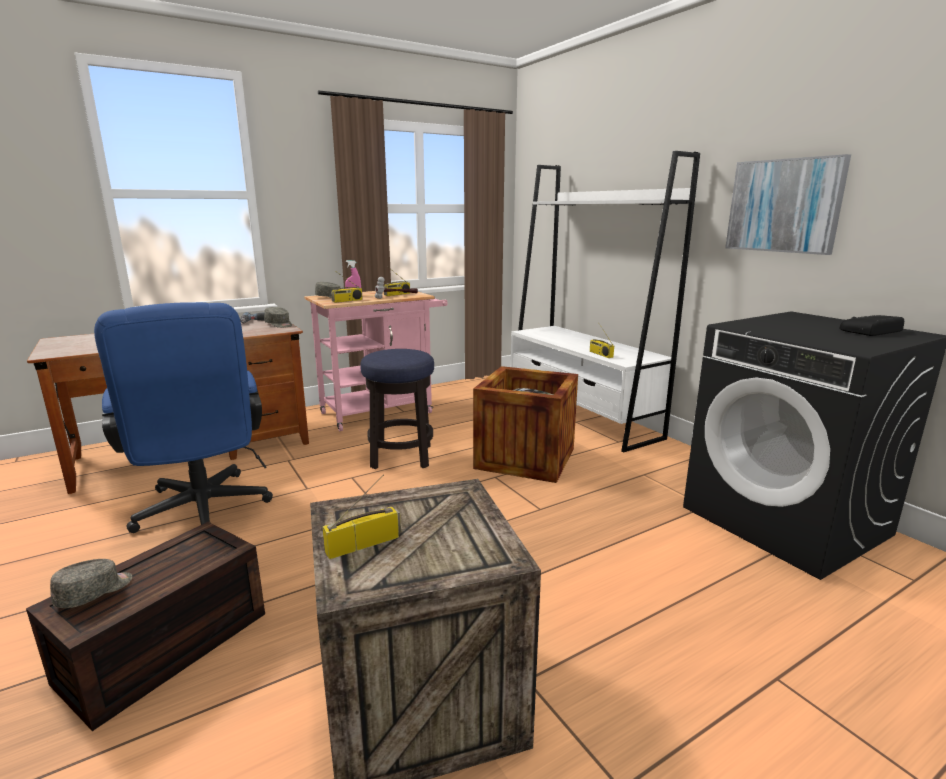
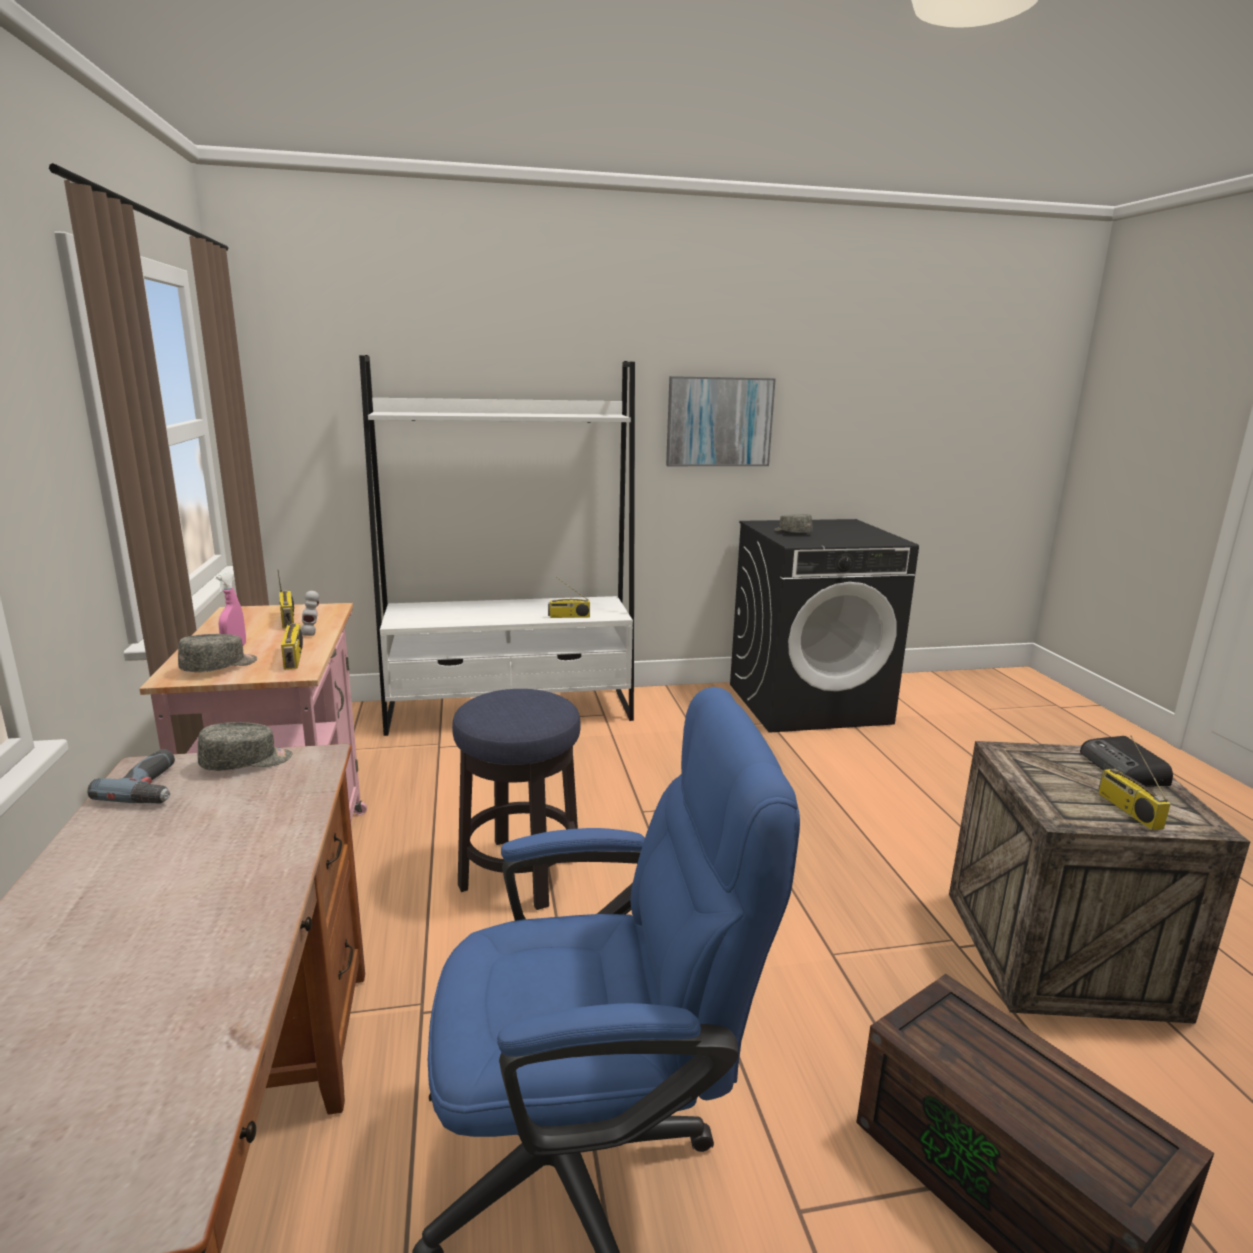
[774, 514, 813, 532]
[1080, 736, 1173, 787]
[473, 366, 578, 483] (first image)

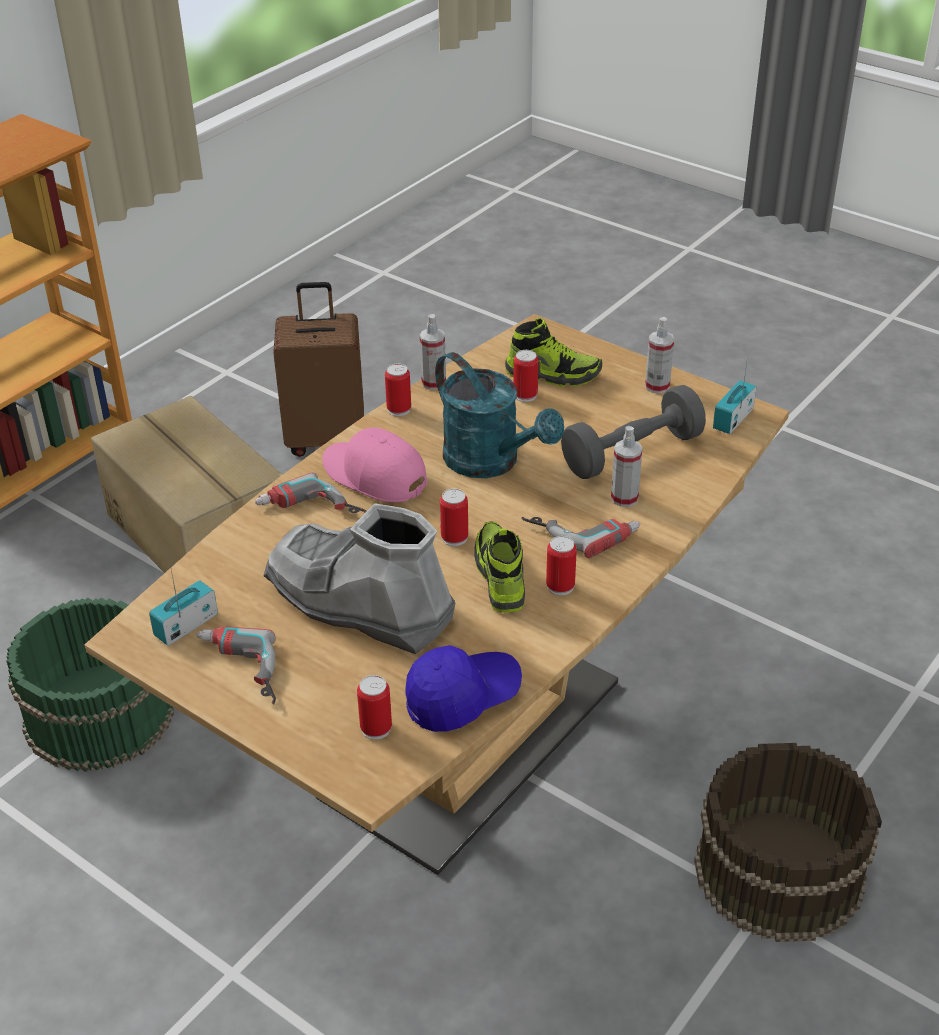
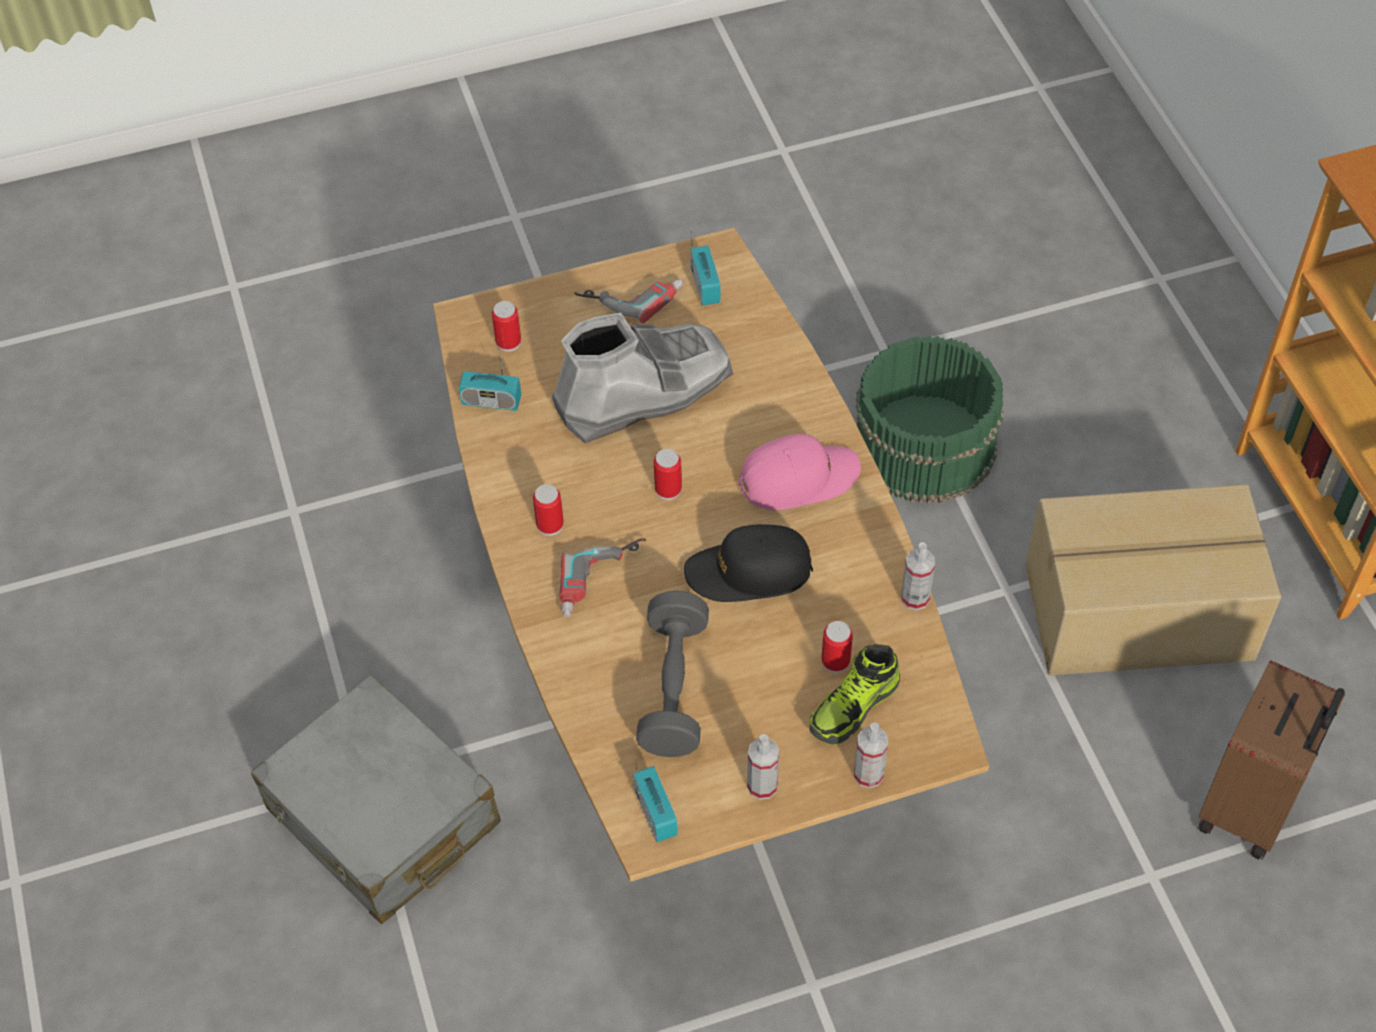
[251, 675, 501, 924]
[459, 339, 521, 411]
[684, 524, 813, 602]
[854, 722, 888, 788]
[255, 472, 367, 513] (first image)
[385, 364, 411, 416] (first image)
[474, 522, 525, 613] (first image)

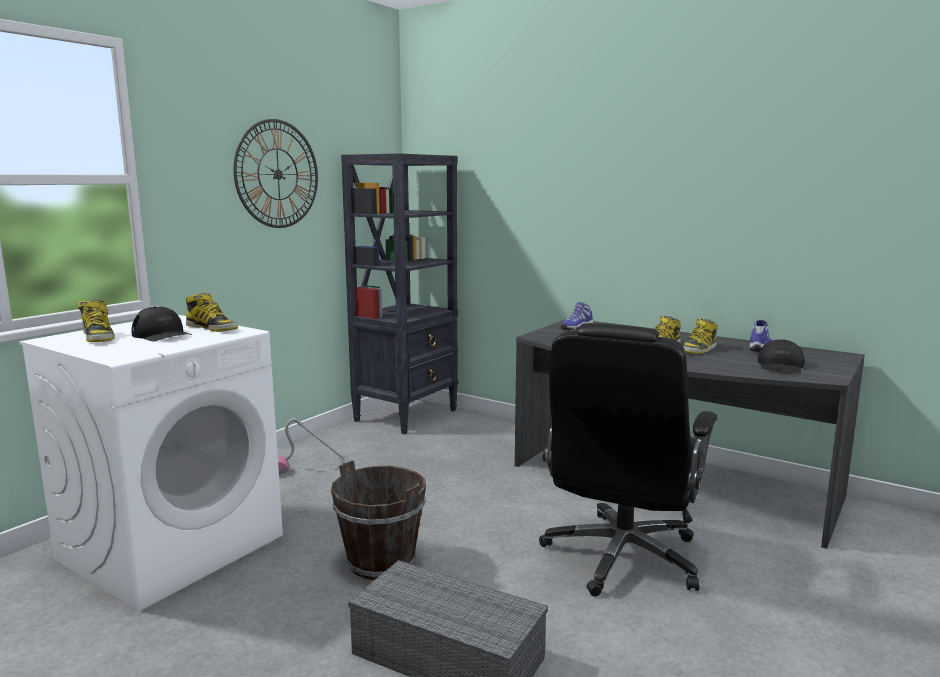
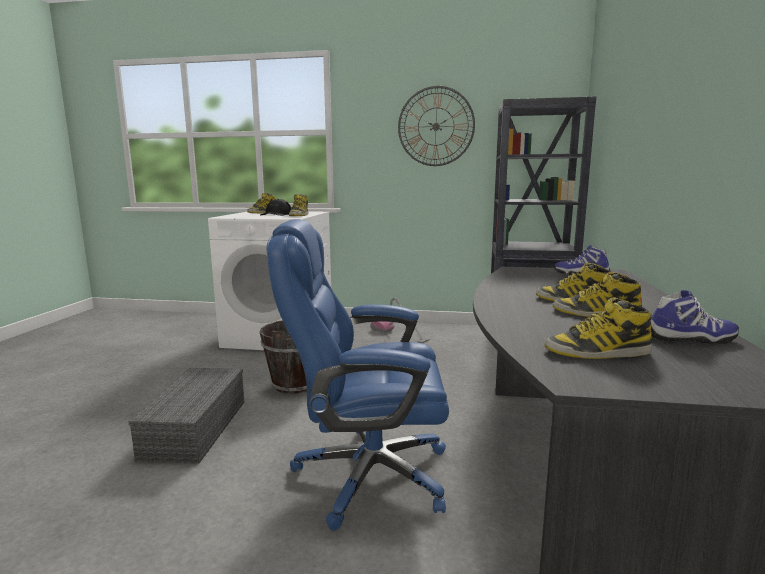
[267, 219, 449, 530]
[544, 297, 652, 359]

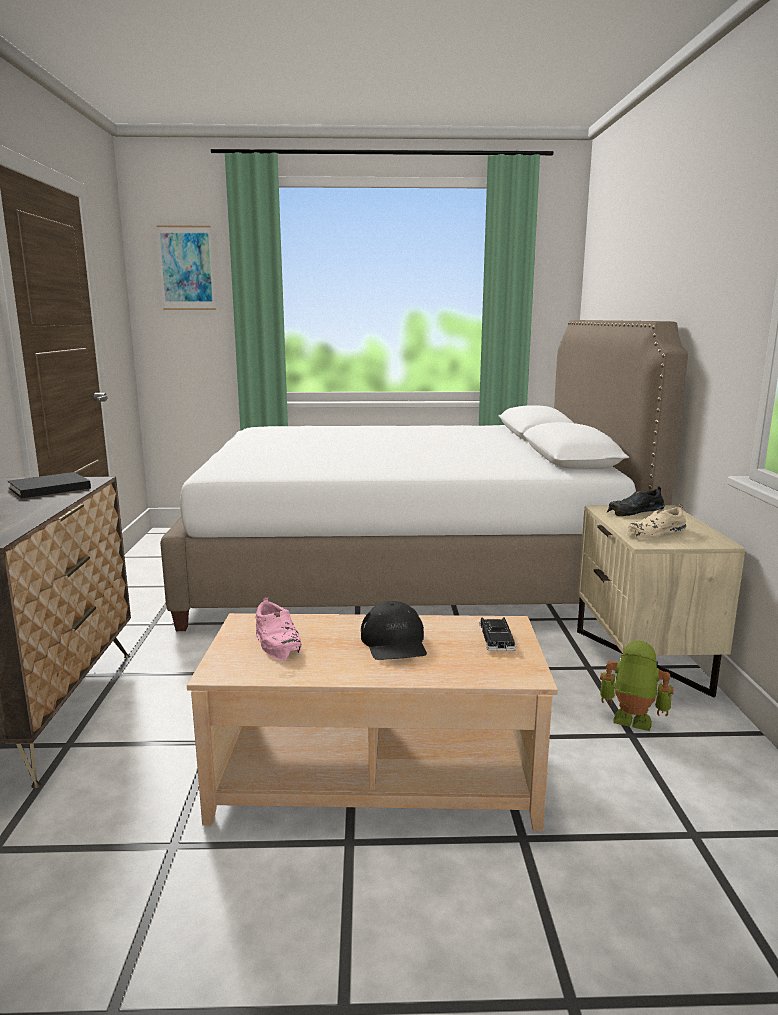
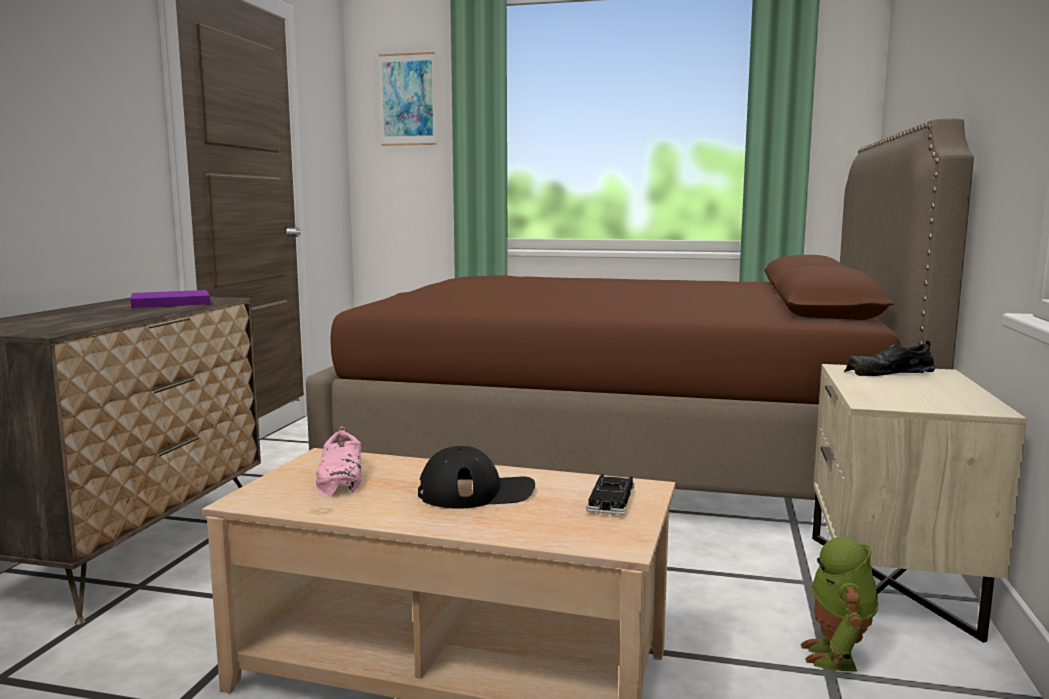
[131, 290, 210, 308]
[306, 118, 974, 500]
[418, 446, 535, 509]
[801, 537, 878, 672]
[625, 504, 686, 540] (first image)

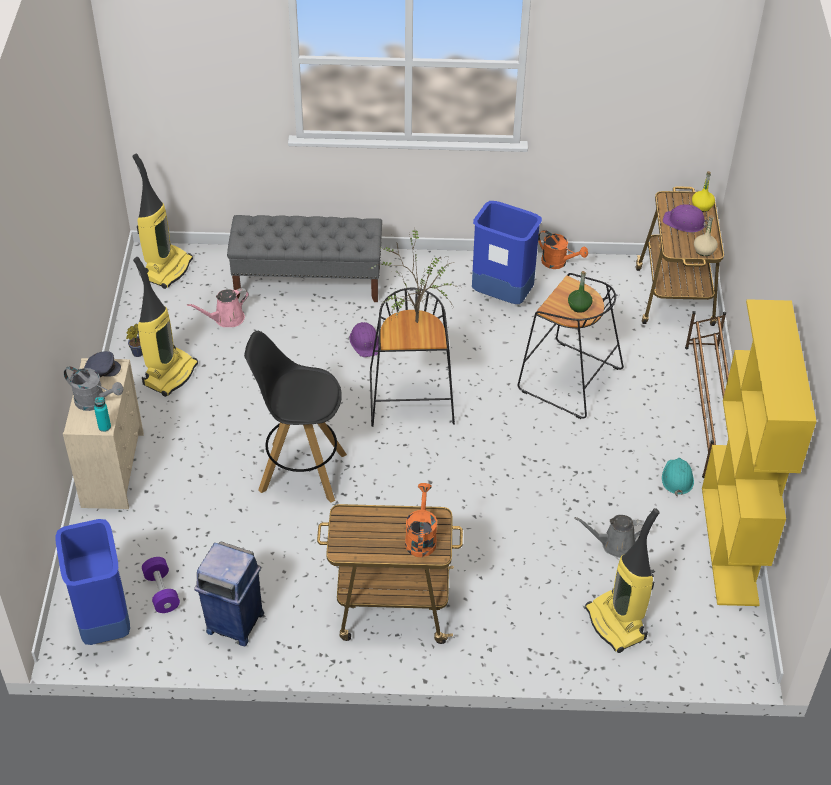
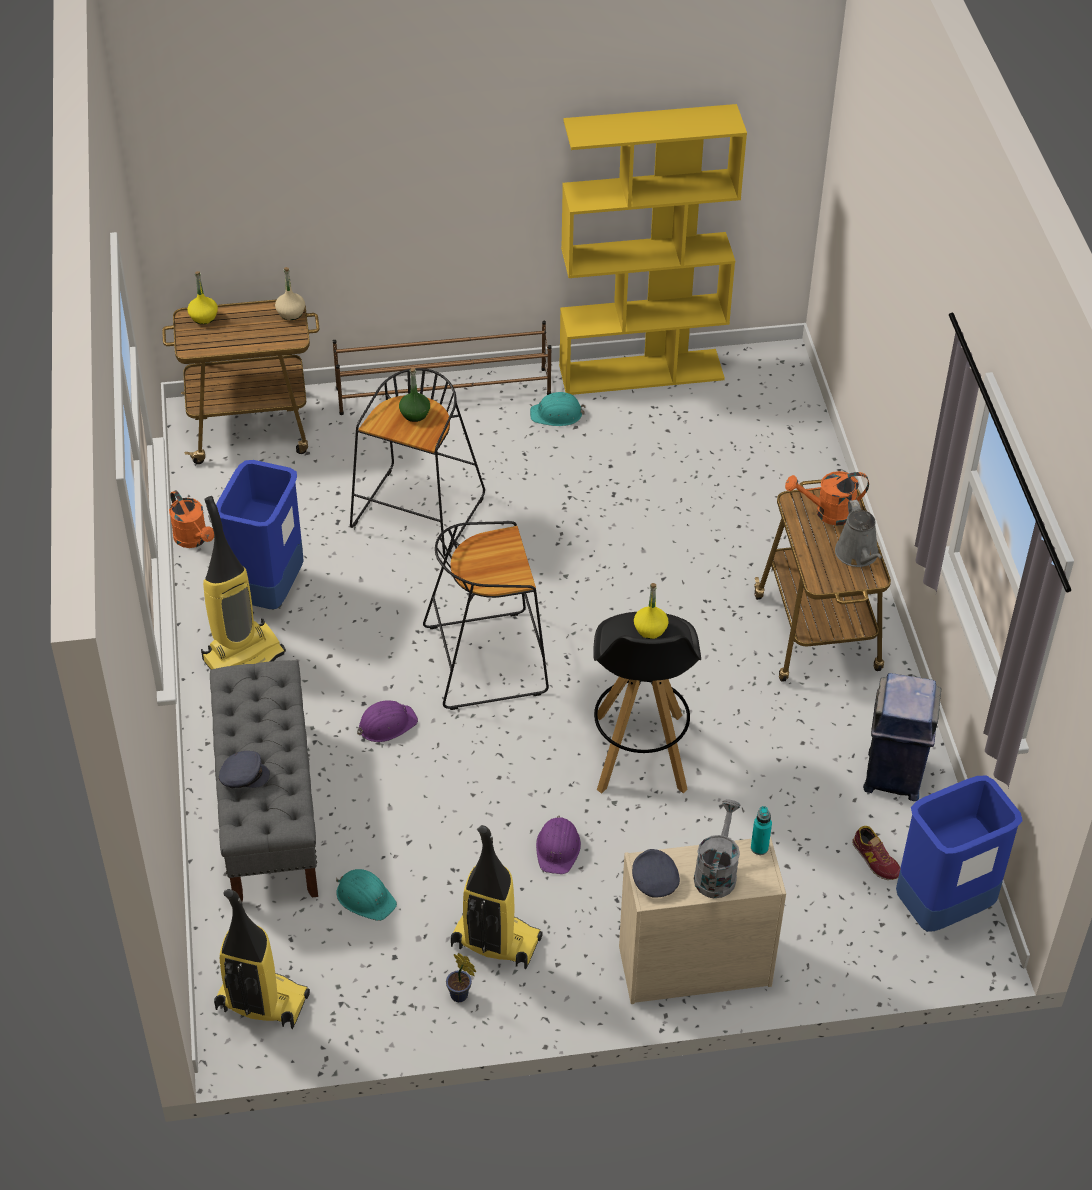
[169, 490, 214, 548]
[201, 496, 286, 670]
[219, 751, 270, 788]
[336, 869, 397, 921]
[536, 815, 581, 874]
[634, 583, 669, 639]
[835, 500, 882, 567]
[852, 826, 901, 880]
[371, 227, 456, 323] (first image)

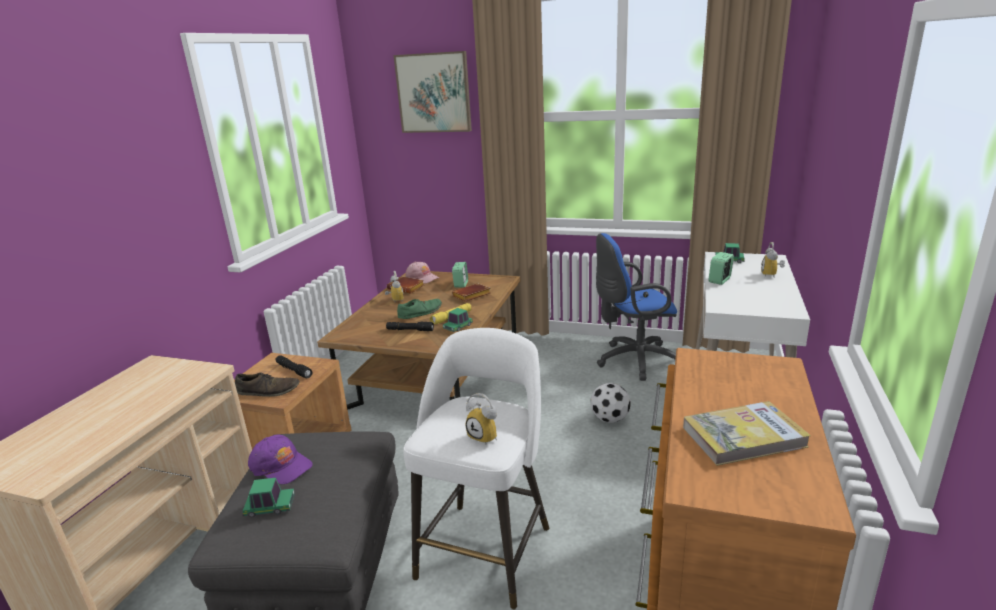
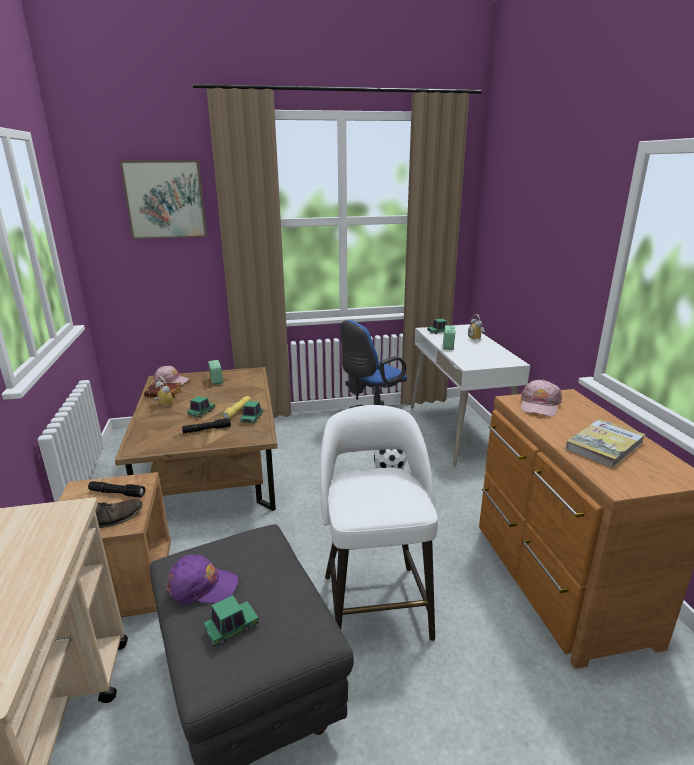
[187, 396, 215, 417]
[521, 379, 562, 417]
[452, 283, 490, 301] (first image)
[466, 393, 497, 444] (first image)

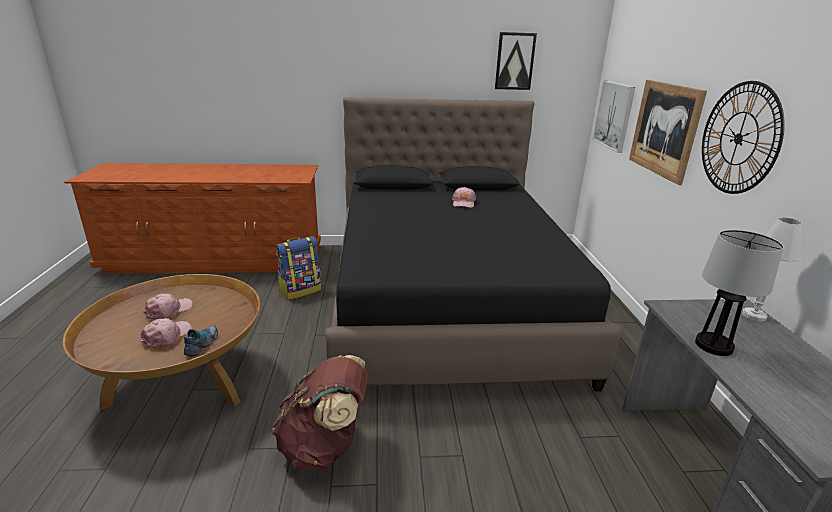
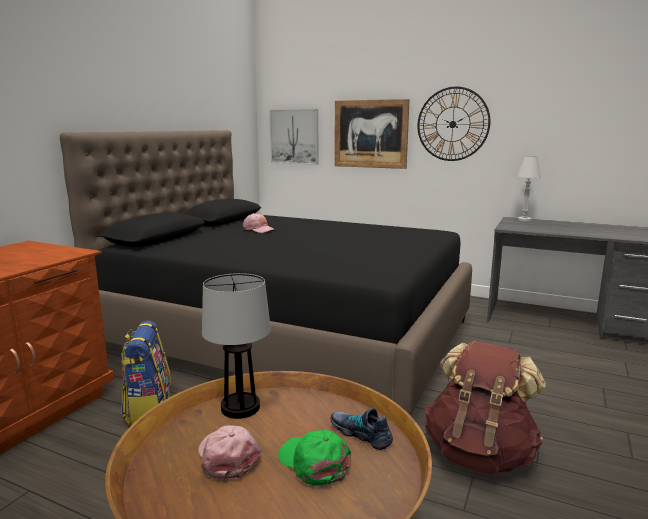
[202, 273, 271, 419]
[278, 430, 351, 487]
[495, 32, 537, 90] (first image)

